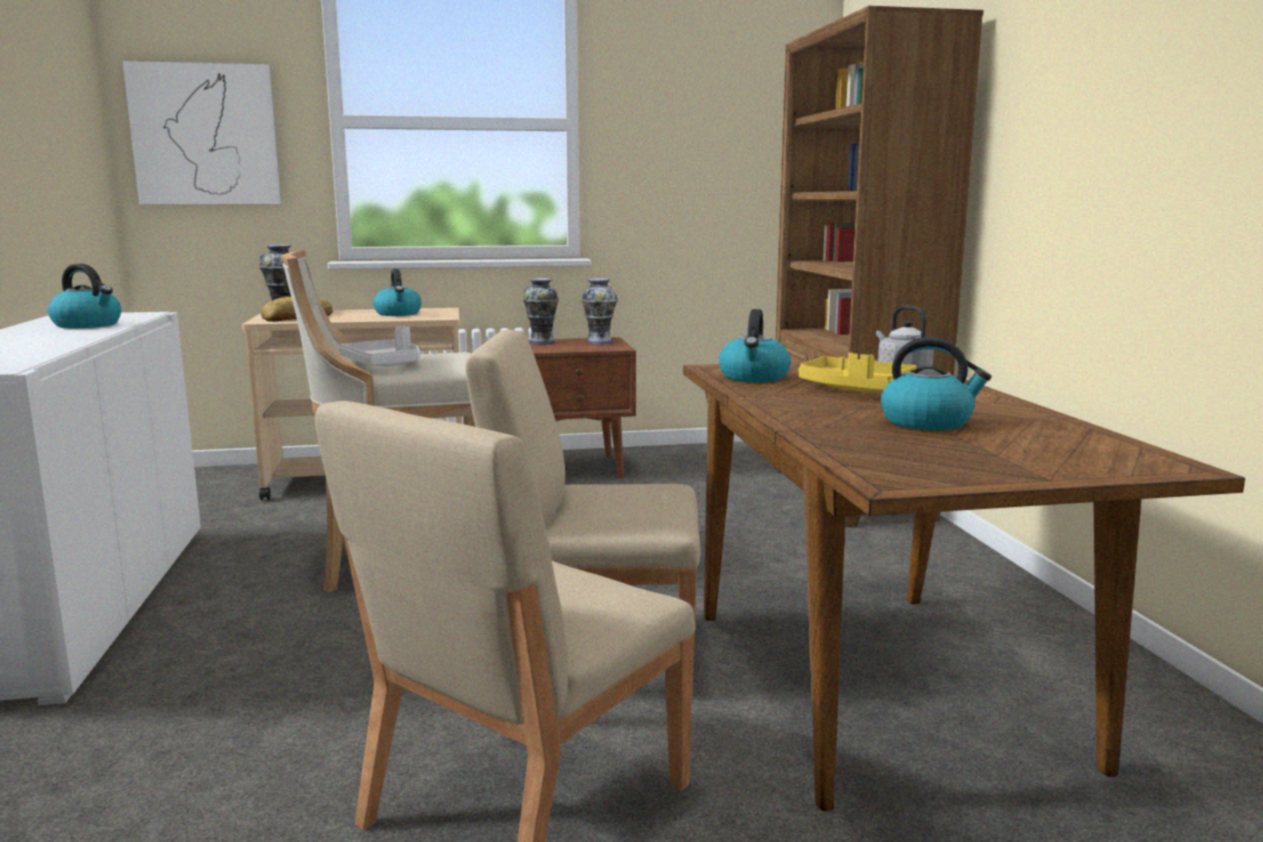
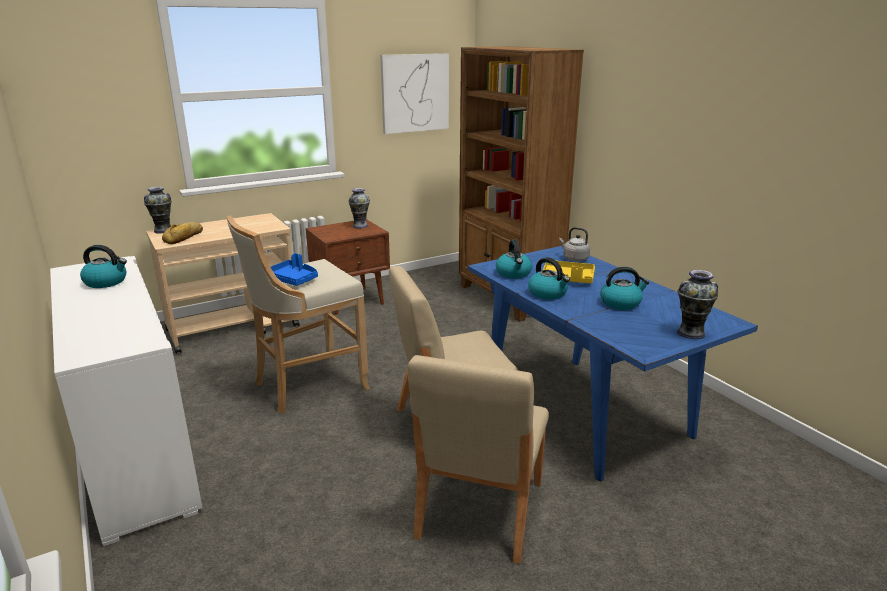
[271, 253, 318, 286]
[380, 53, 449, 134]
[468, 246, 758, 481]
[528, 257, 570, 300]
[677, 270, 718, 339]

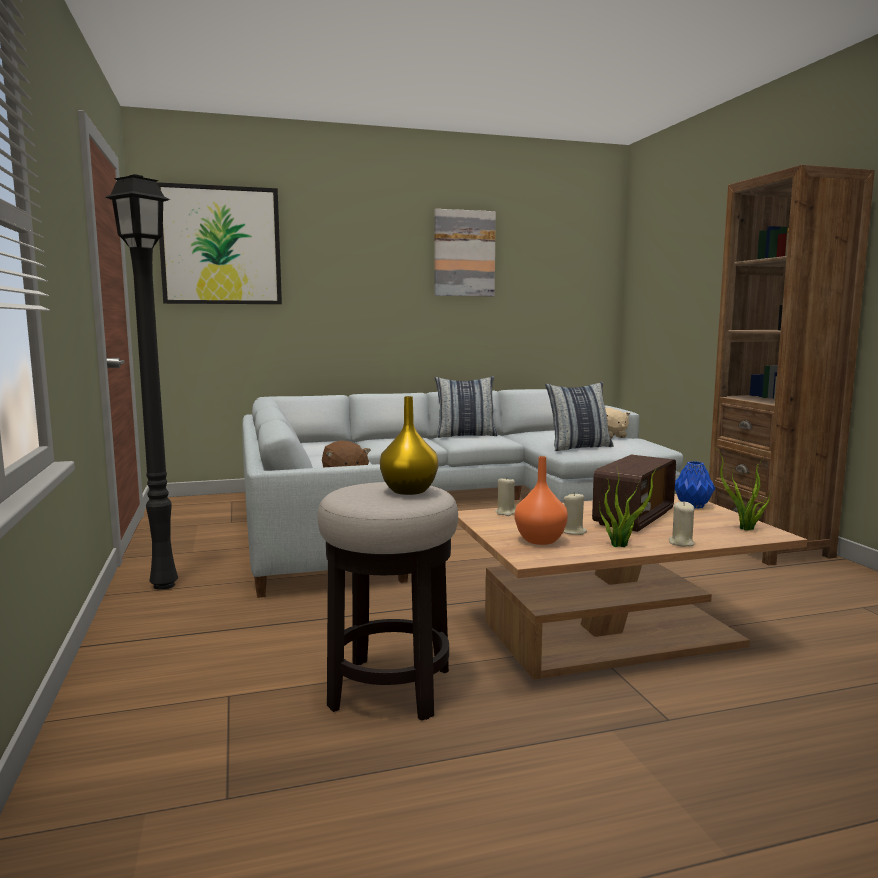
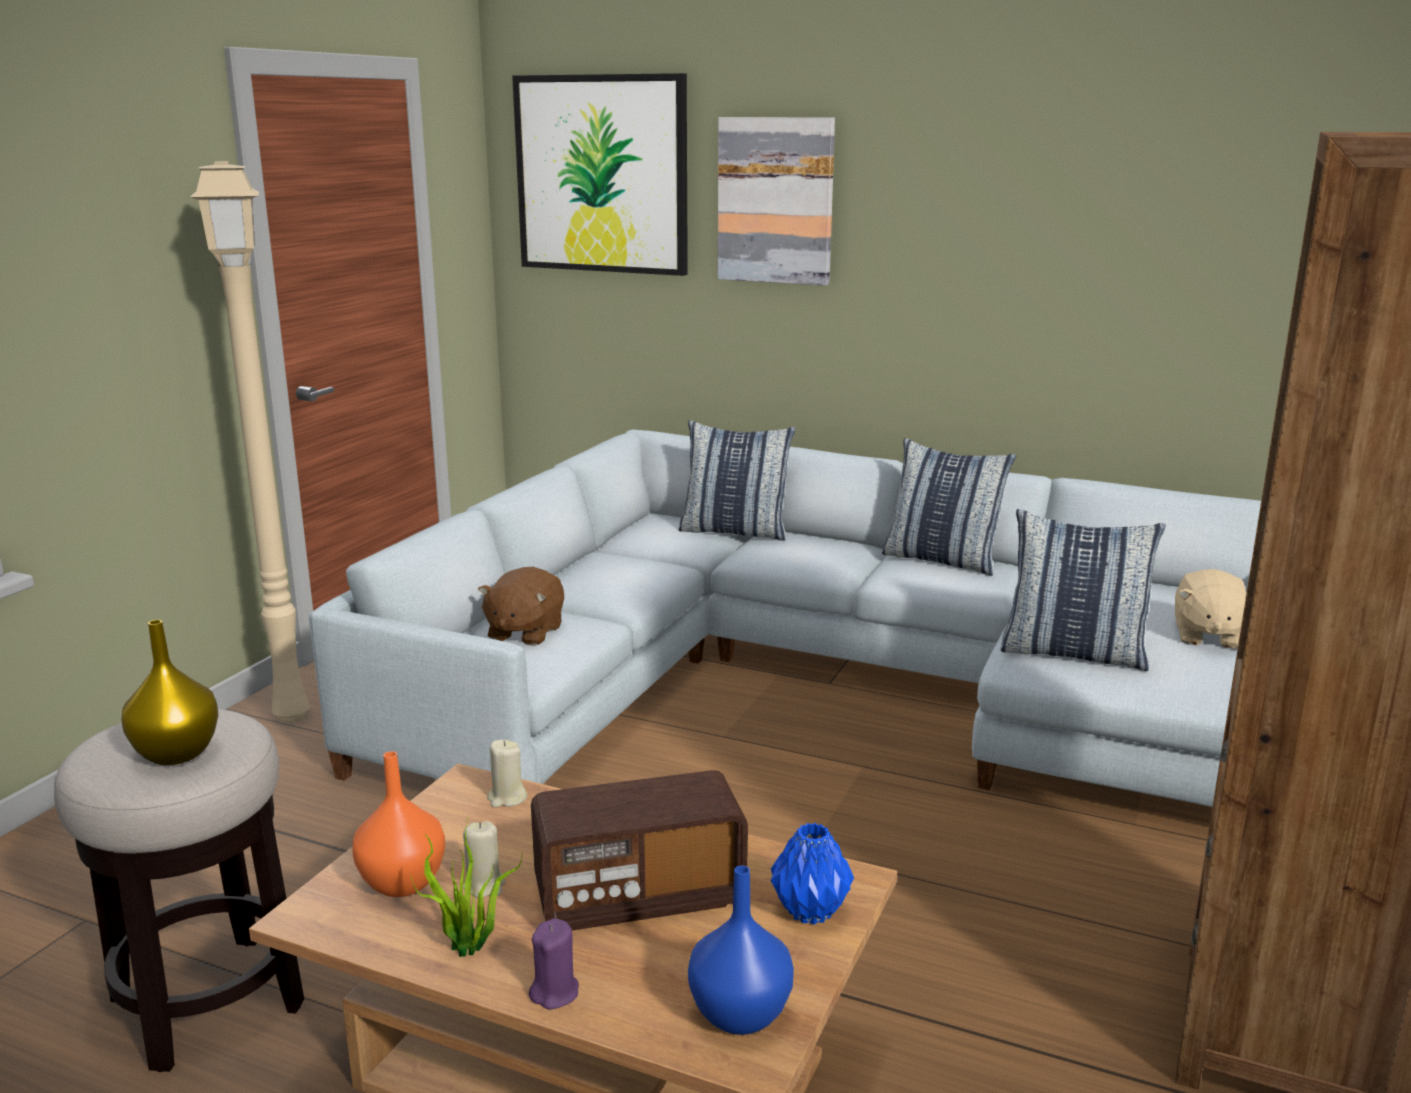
[190, 161, 310, 723]
[529, 918, 579, 1009]
[679, 420, 796, 541]
[688, 866, 794, 1035]
[718, 117, 835, 286]

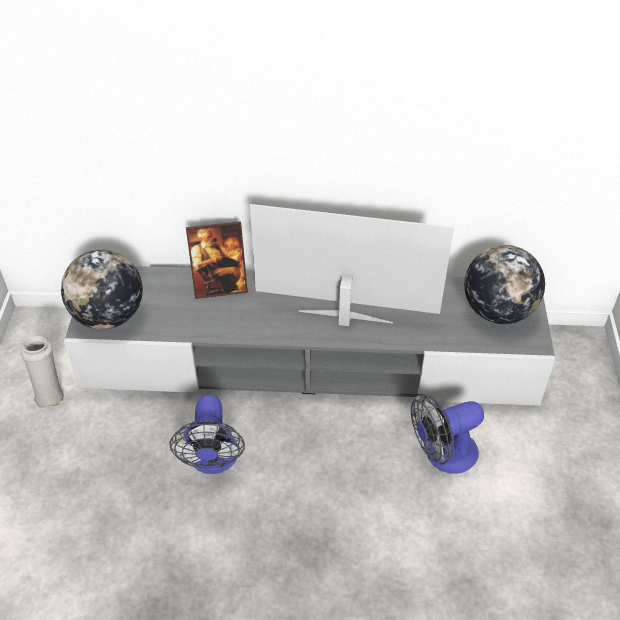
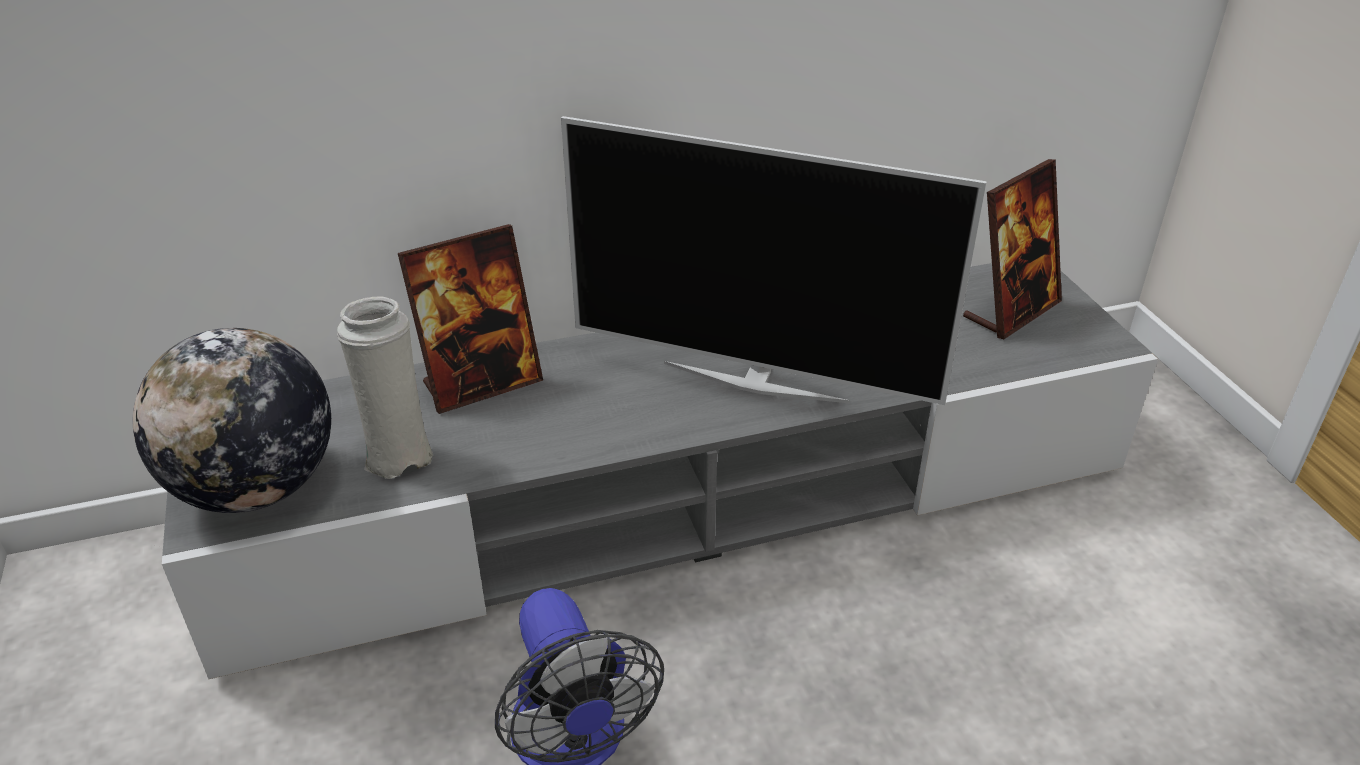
[337, 296, 434, 479]
[561, 116, 987, 405]
[963, 159, 1062, 339]
[411, 393, 484, 474] (first image)

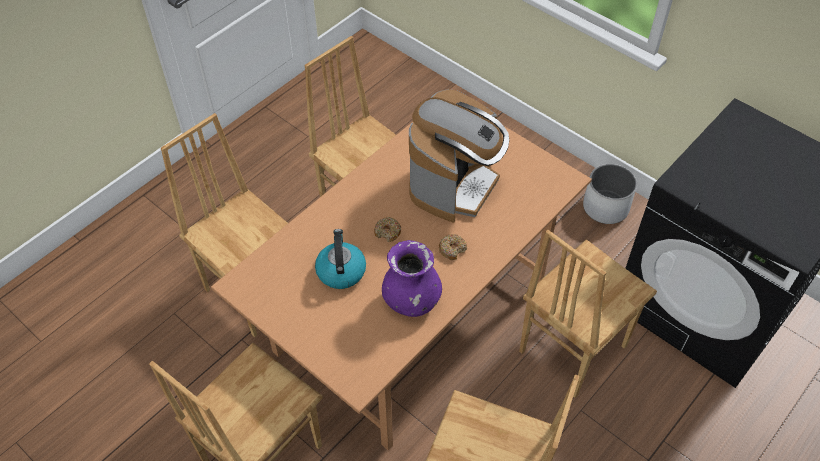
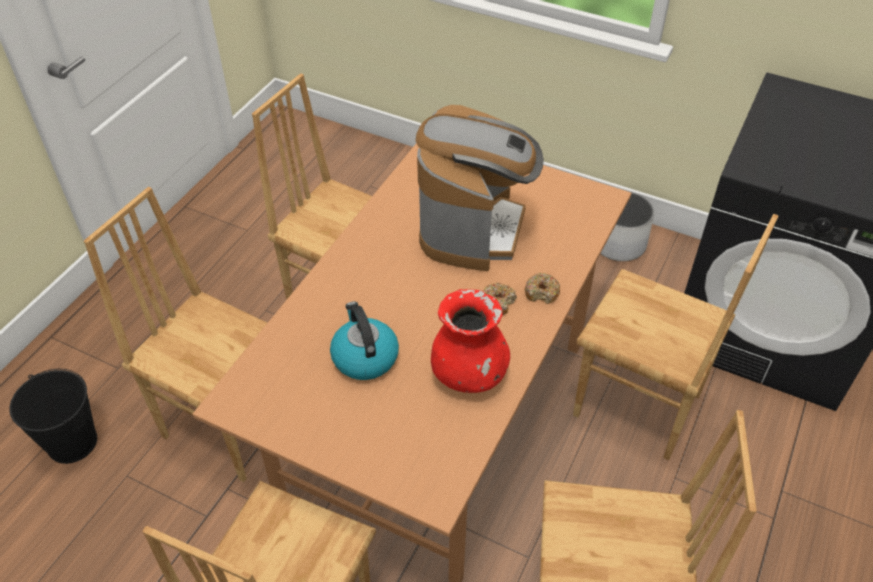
[9, 369, 97, 464]
[431, 289, 510, 393]
[525, 273, 560, 304]
[573, 214, 778, 460]

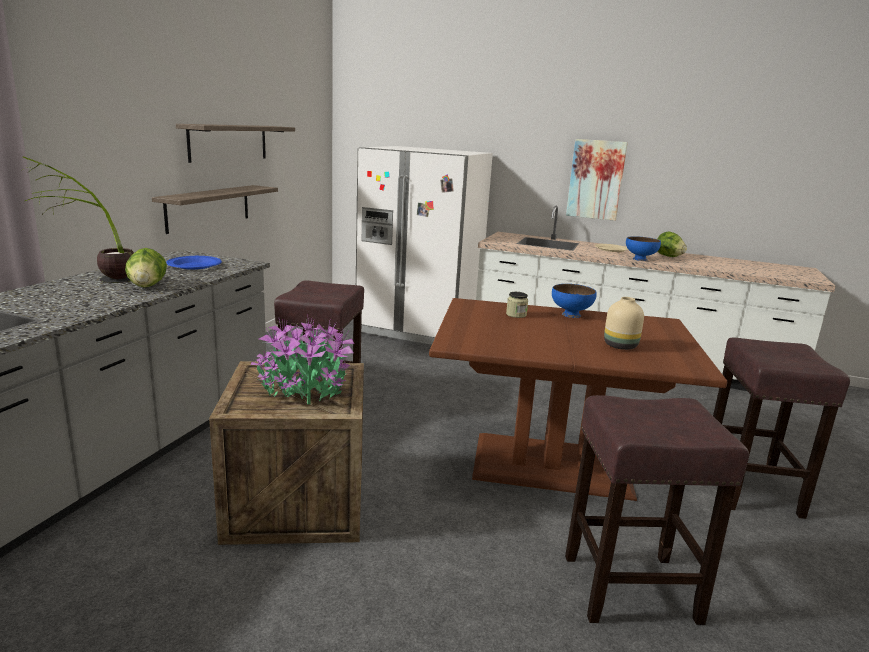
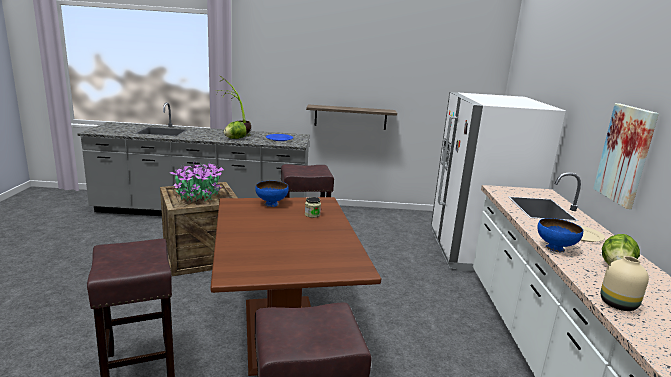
[255, 181, 289, 207]
[601, 256, 649, 311]
[176, 124, 295, 163] (first image)

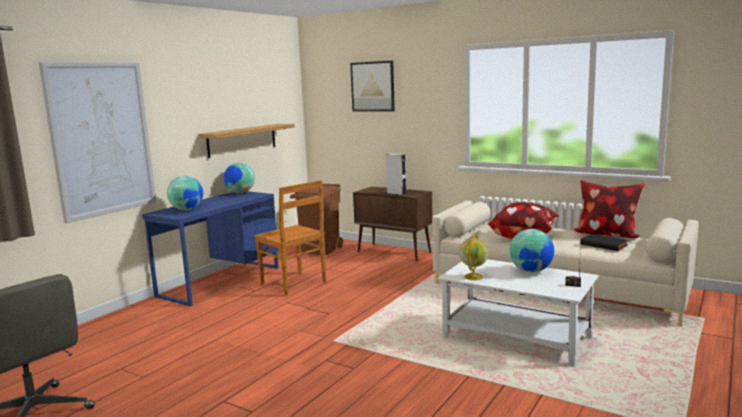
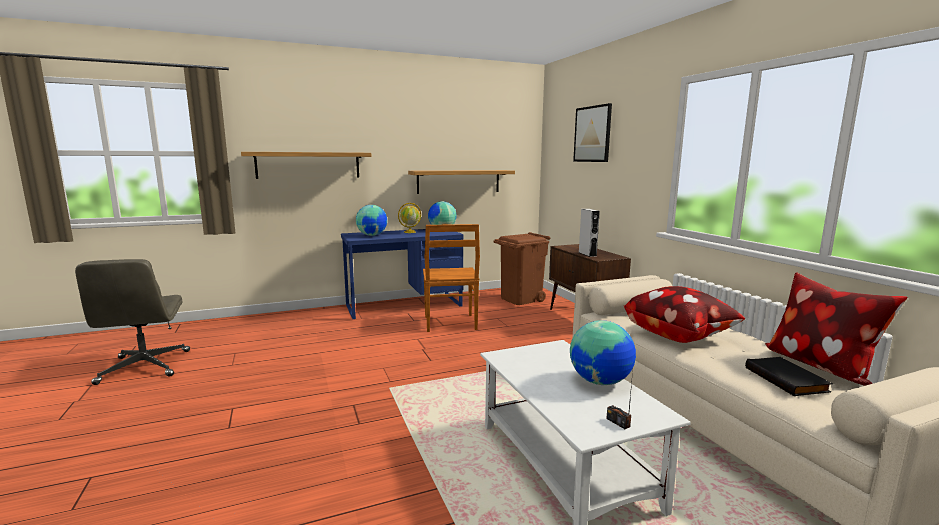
[241, 152, 372, 179]
[398, 203, 421, 233]

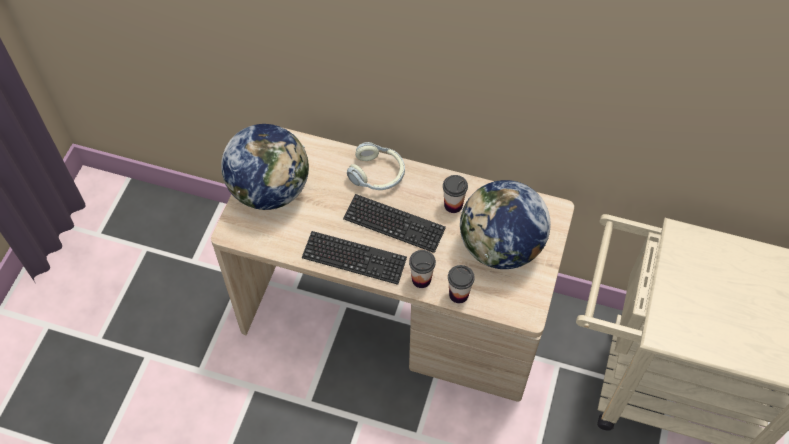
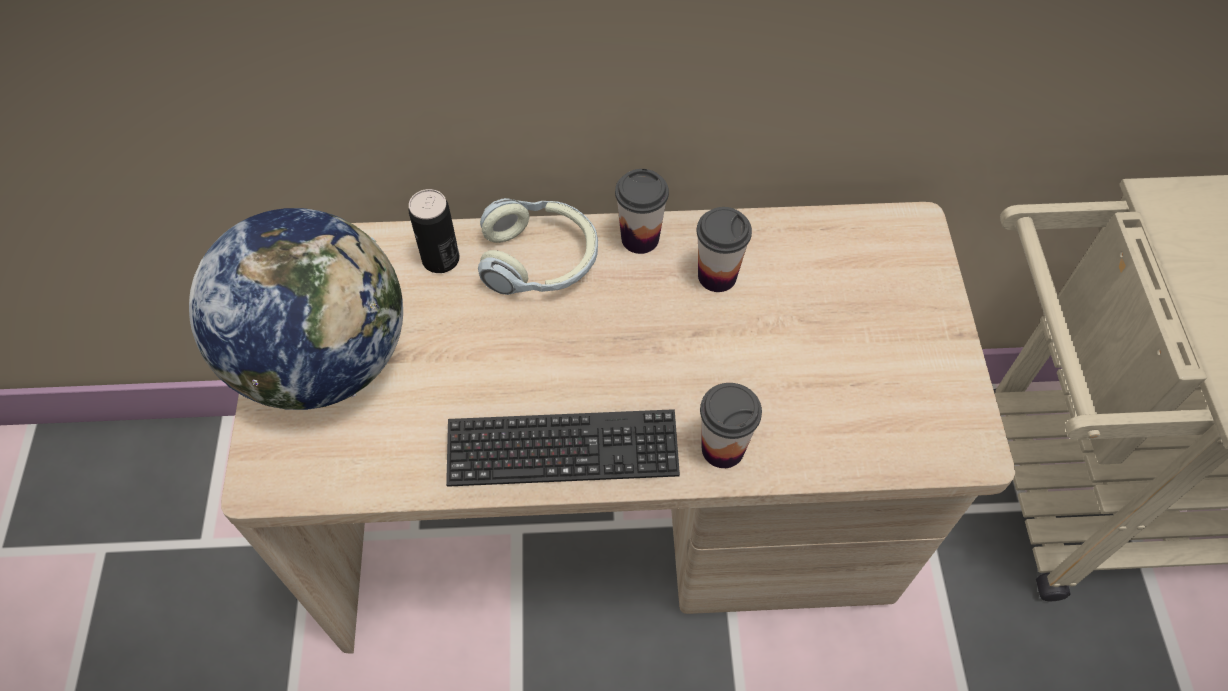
[409, 189, 460, 273]
[615, 169, 669, 254]
[343, 194, 446, 253] (first image)
[460, 180, 551, 269] (first image)

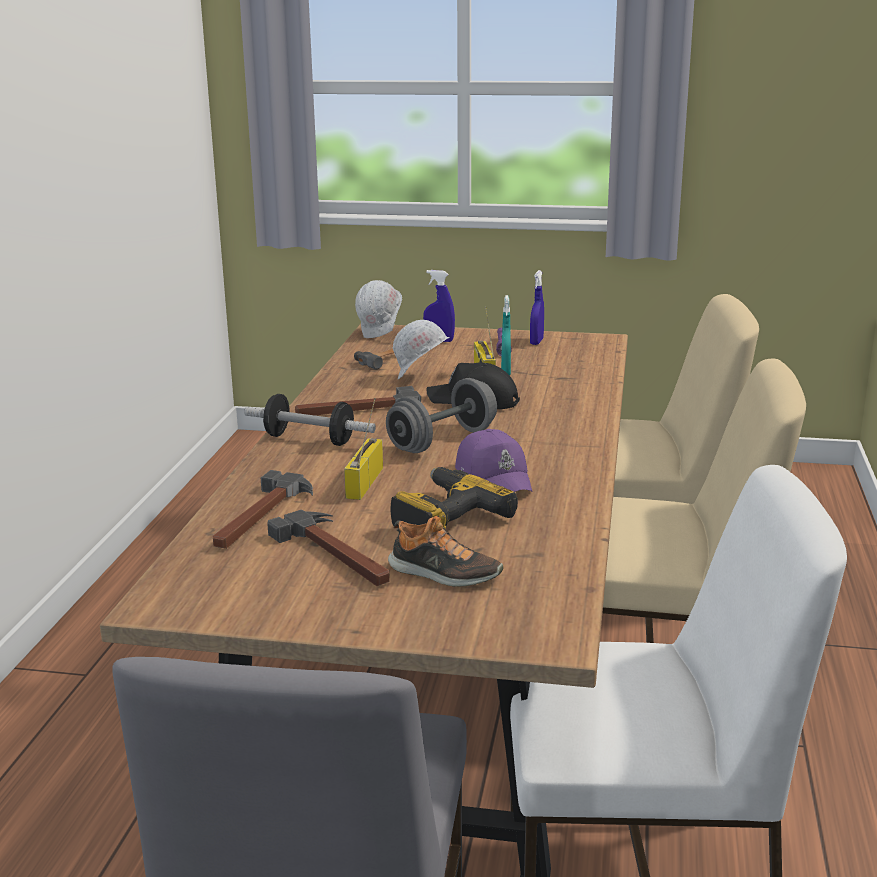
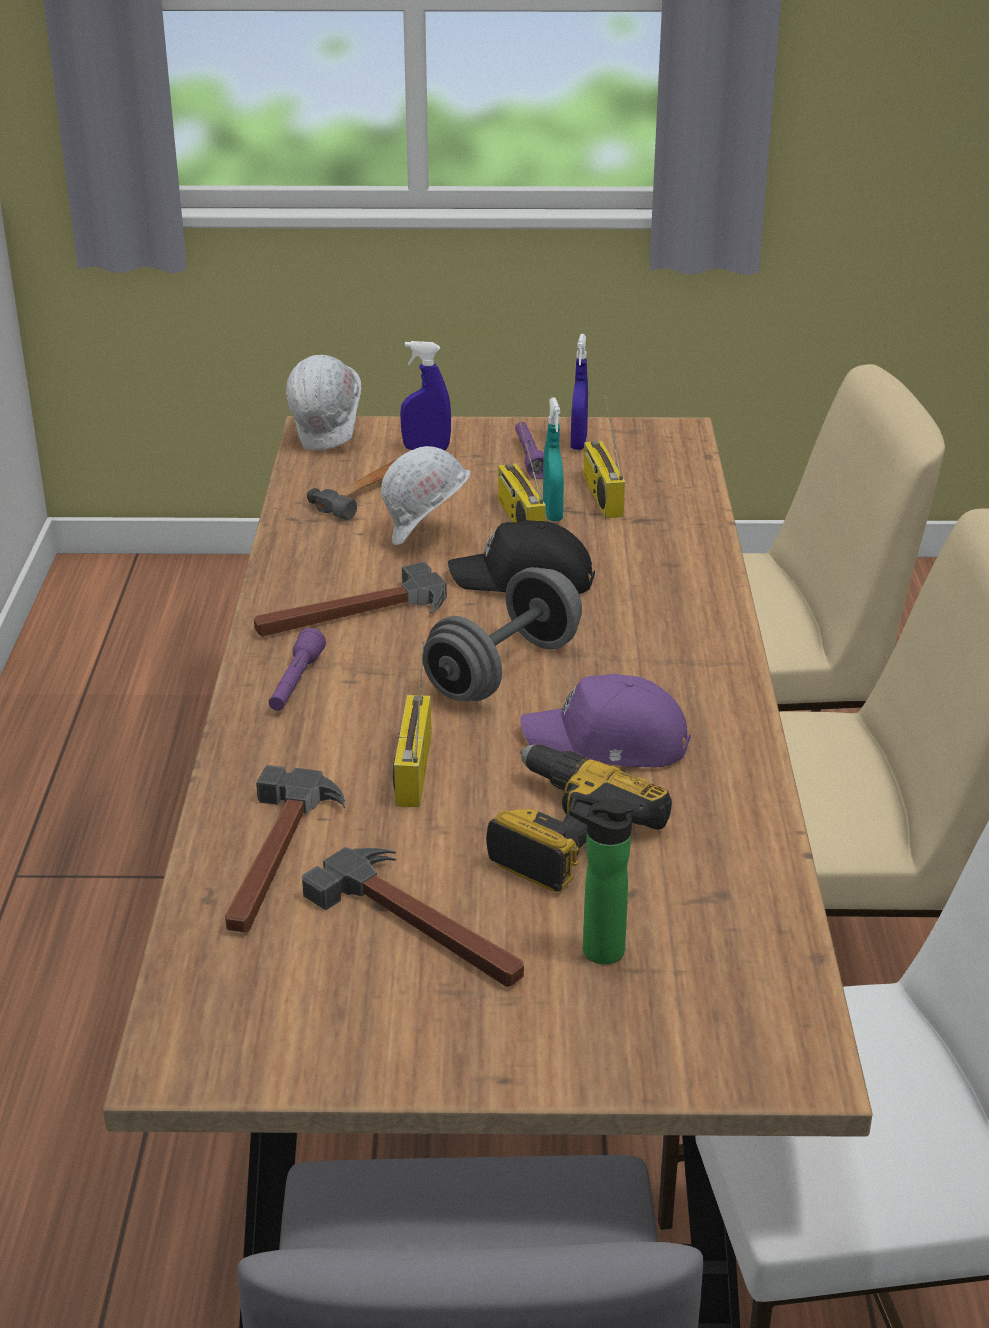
[269, 628, 326, 711]
[520, 674, 691, 767]
[569, 795, 634, 964]
[583, 393, 625, 518]

